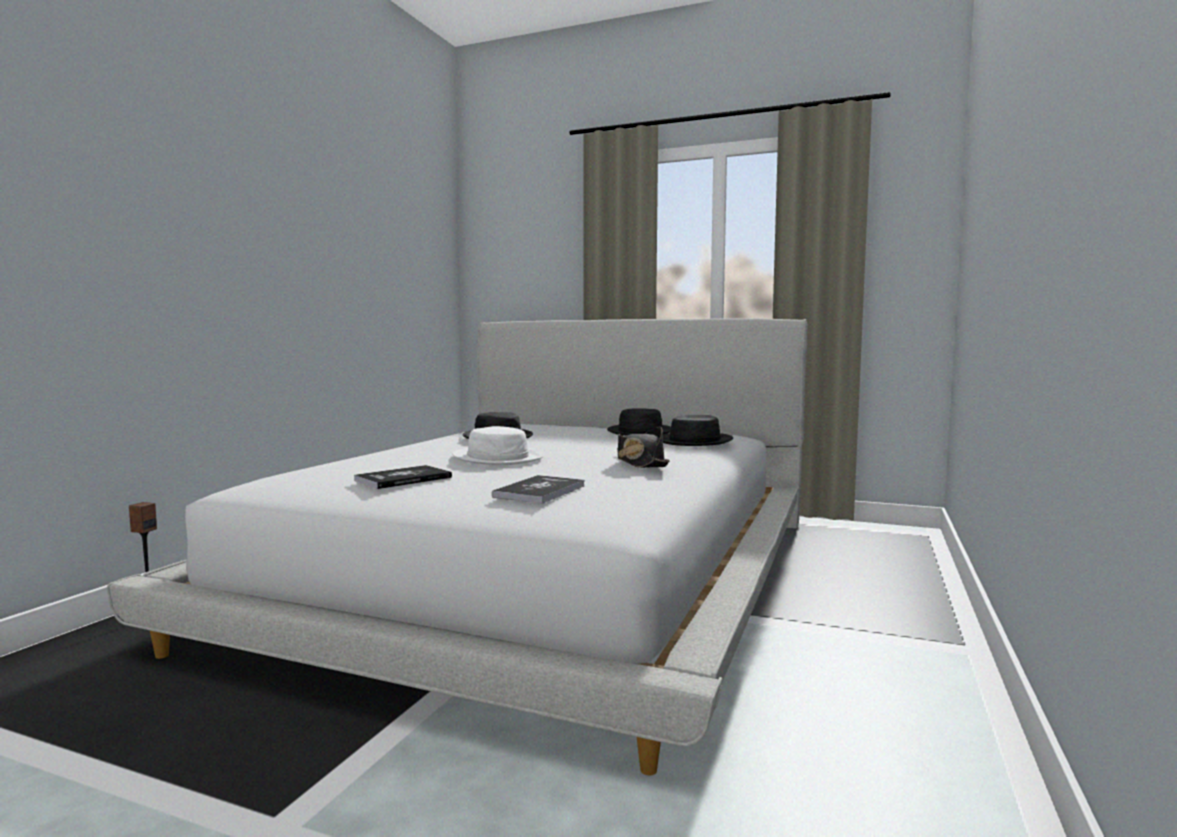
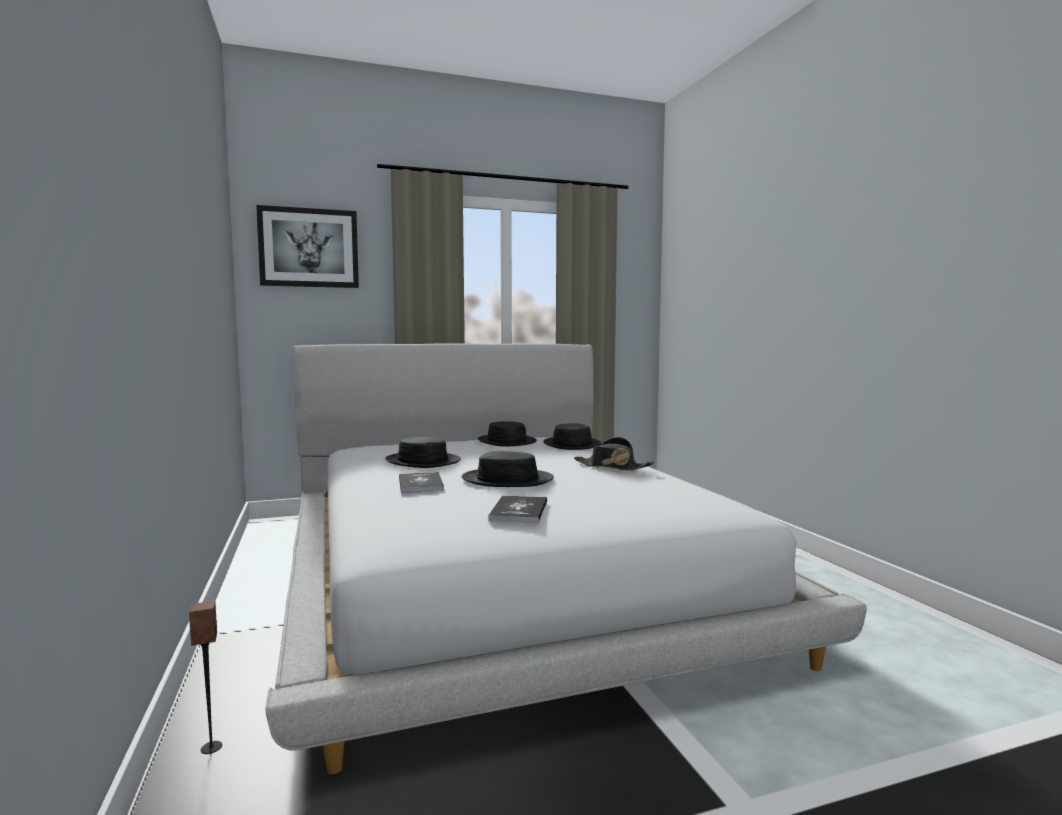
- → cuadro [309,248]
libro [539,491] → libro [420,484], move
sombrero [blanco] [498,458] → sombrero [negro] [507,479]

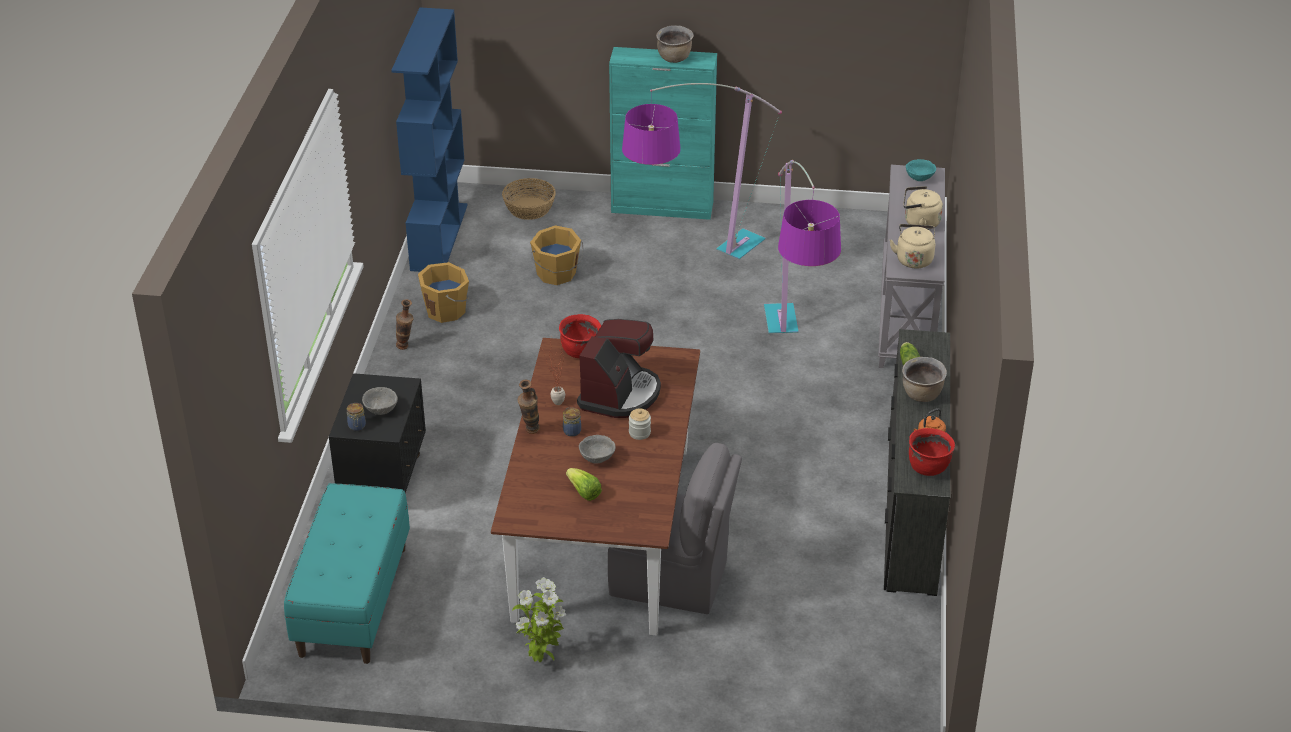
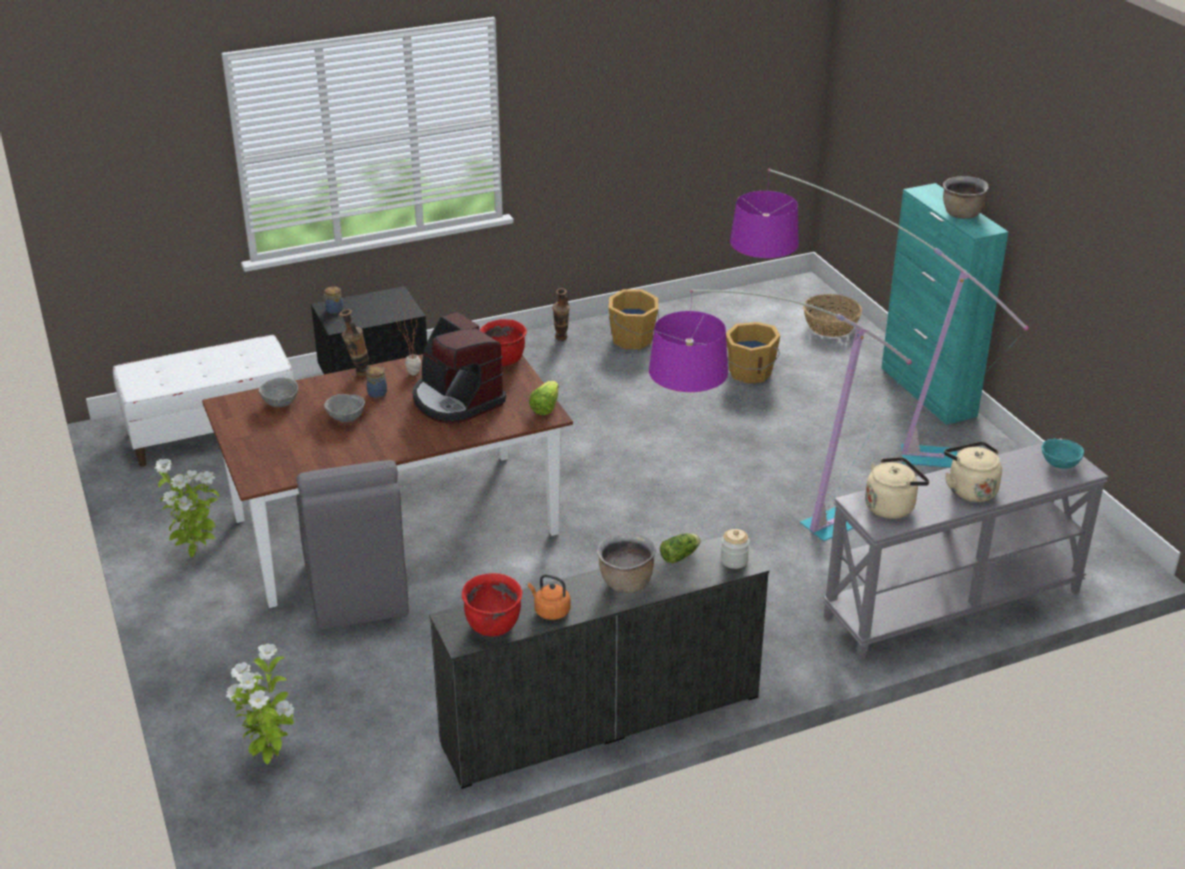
estantería [azul] [438,236] → -
- → planta en maceta [270,757]
cuenco [gris] [380,409] → cuenco [gris] [281,403], move
lechuga [583,492] → lechuga [545,407], move
tarro [639,433] → tarro [734,560], move
banco [turquesa] [353,600] → banco [blanco] [213,432]
cafetera [620,394] → cafetera [456,400], 60 degrees clockwise

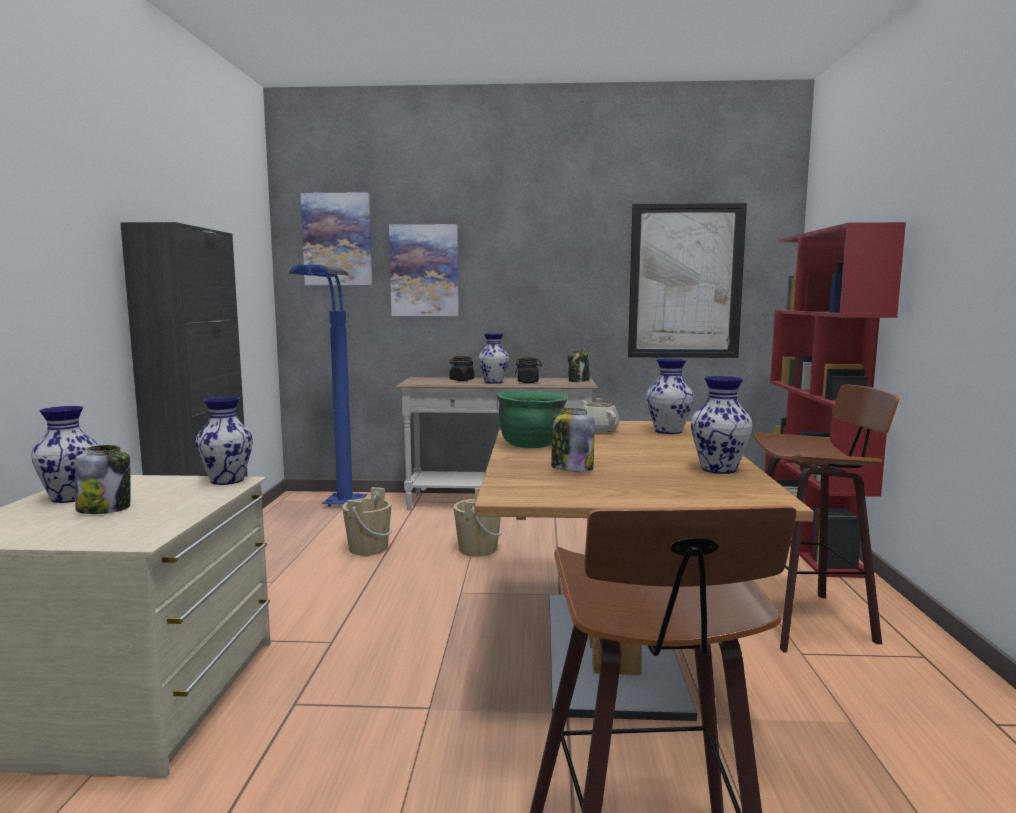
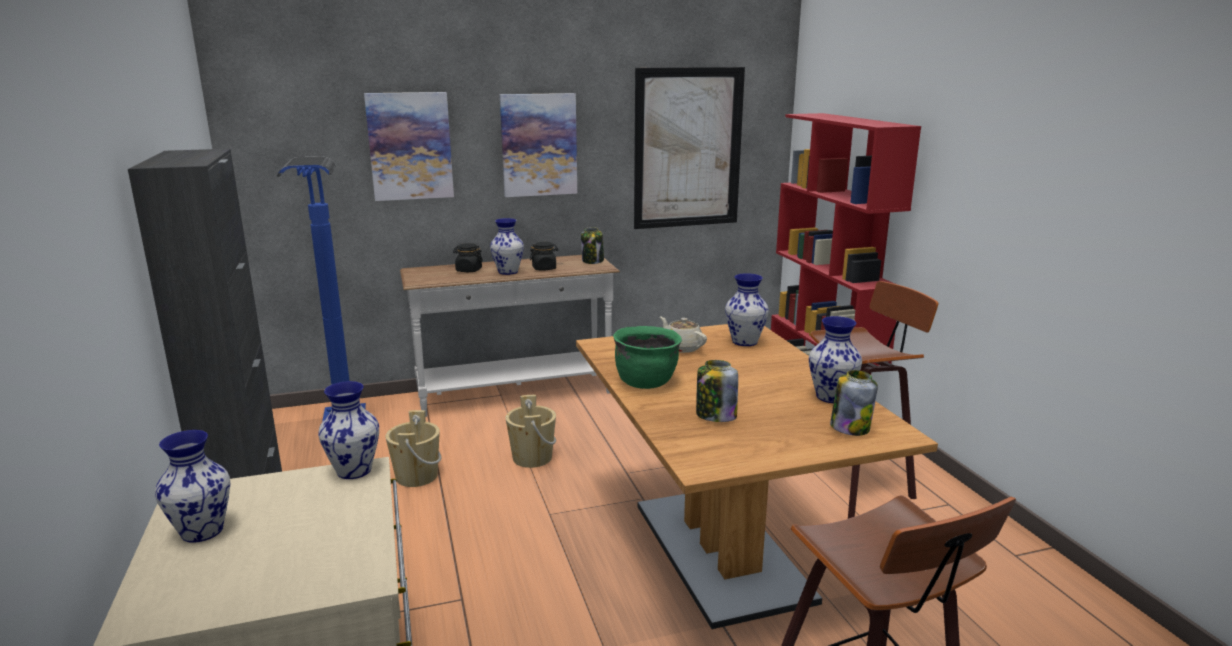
tarro [105,509] → tarro [850,427], move
cuadro [337,239] → cuadro [539,145], move

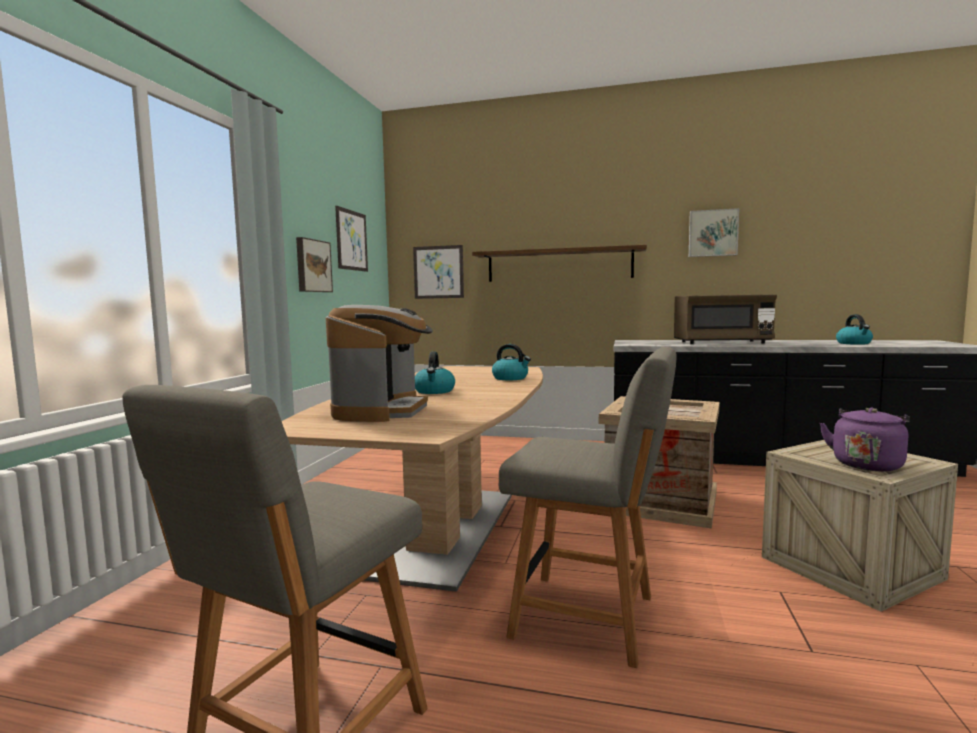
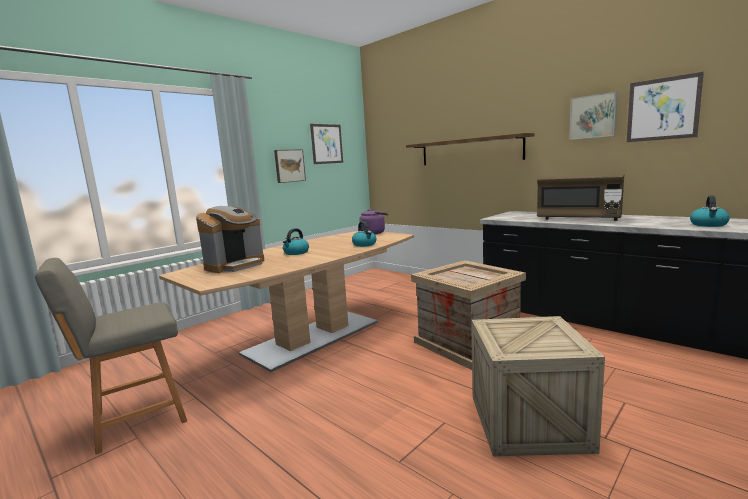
silla [gris] [589,617] → -
cuadro [438,272] → cuadro [662,109], move
hervidor [morado] [867,464] → hervidor [morado] [374,233], move

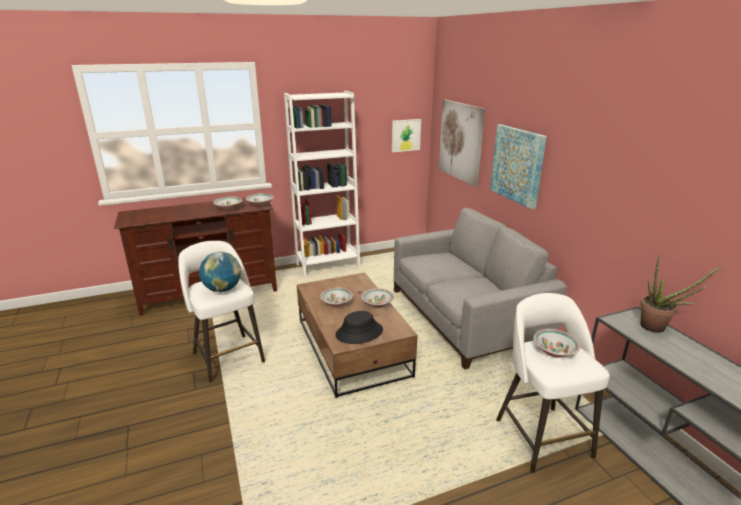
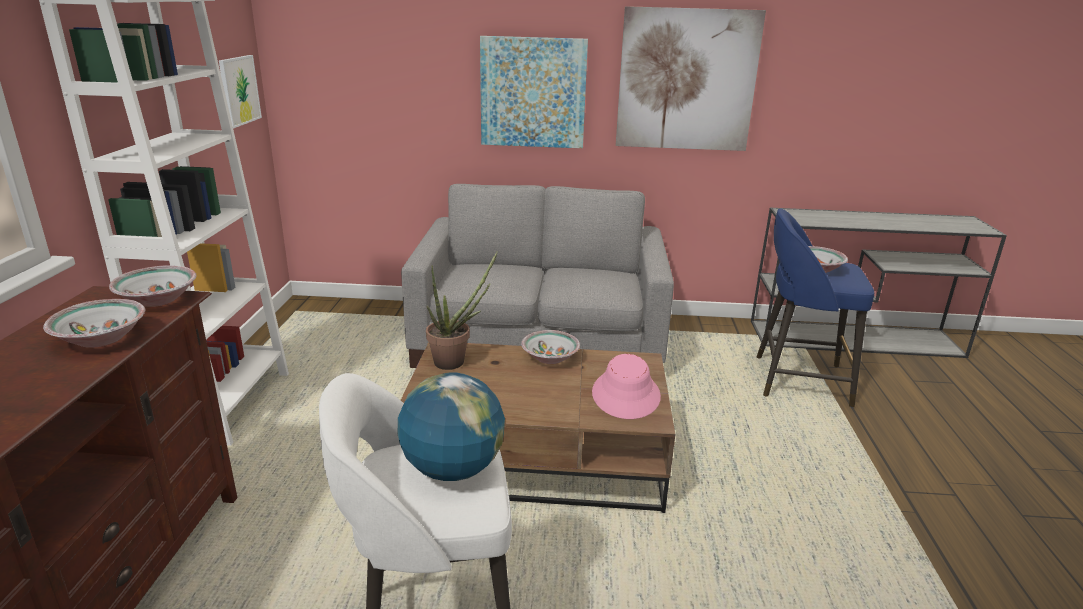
cuenco [336,303] → -
cuadro [460,141] → cuadro [686,80], move
planta en maceta [658,328] → planta en maceta [456,361], move
sombrero [negro] [359,333] → sombrero [rosa] [626,395]
taburete [blanco] [541,435] → taburete [azul] [798,380]

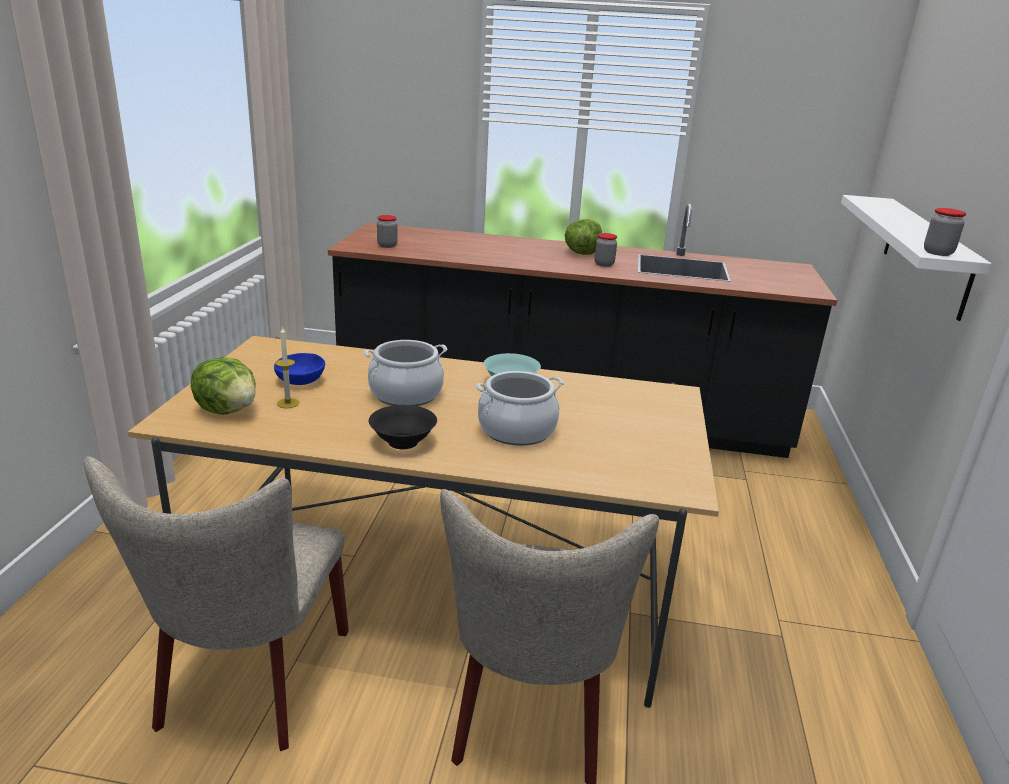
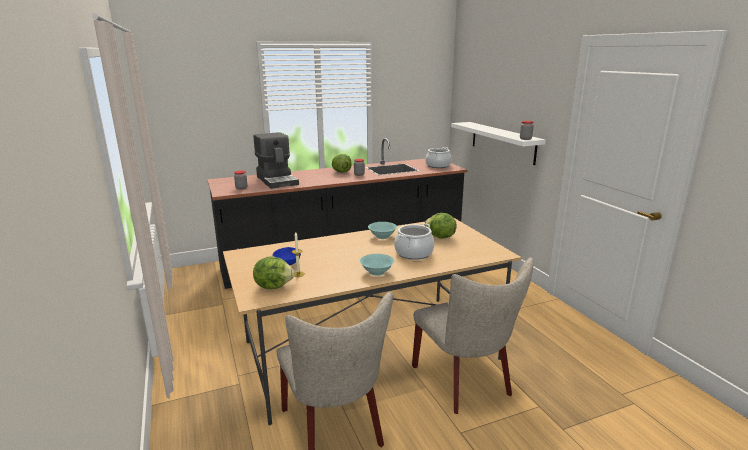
- → cafetera [278,180]
- → lechuga [440,237]
olla [406,394] → olla [438,166], move
cuenco [negro] [402,442] → cuenco [turquesa] [376,272]

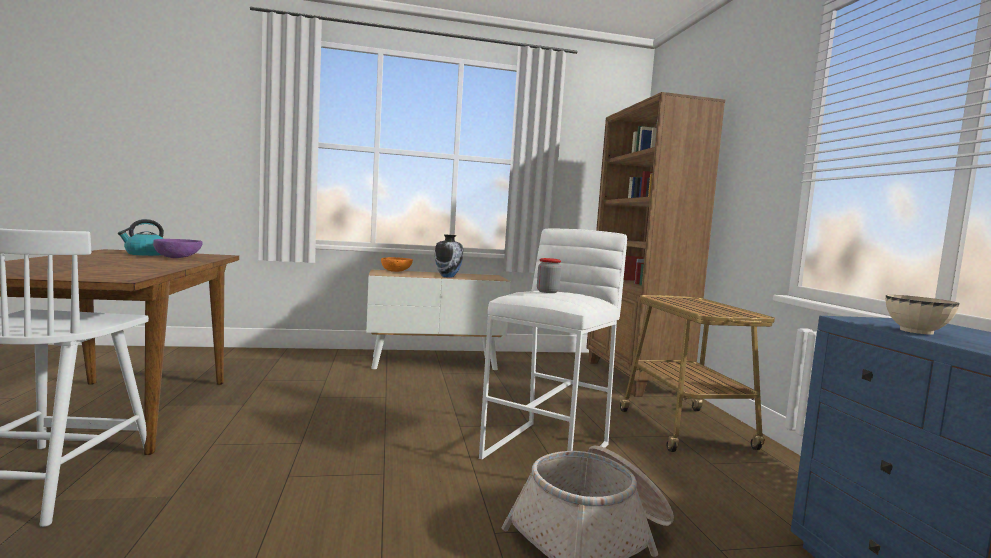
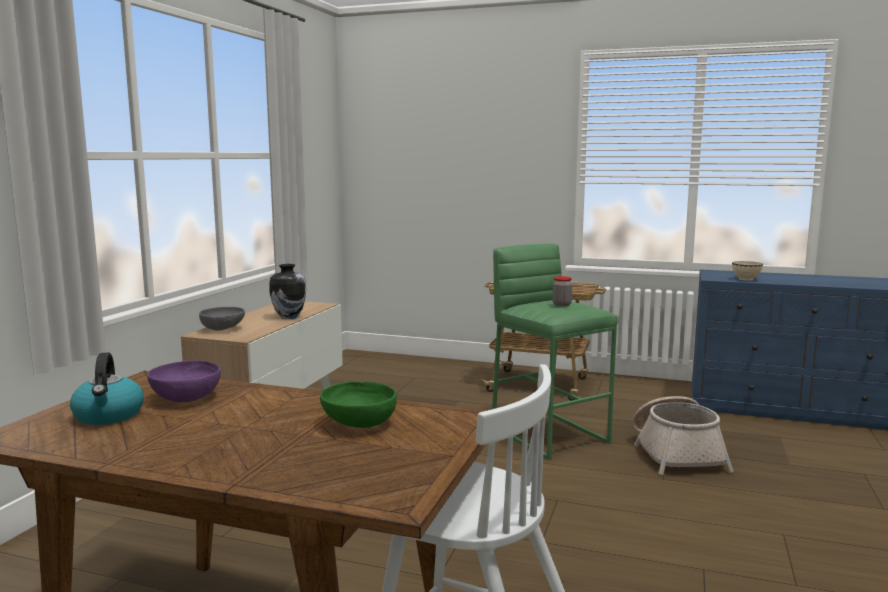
estantería [marrón] [634,377] → -
- → cuenco [verde] [358,423]
cuenco [naranja] [396,271] → cuenco [gris] [223,329]
taburete [blanco] [548,451] → taburete [verde] [549,434]

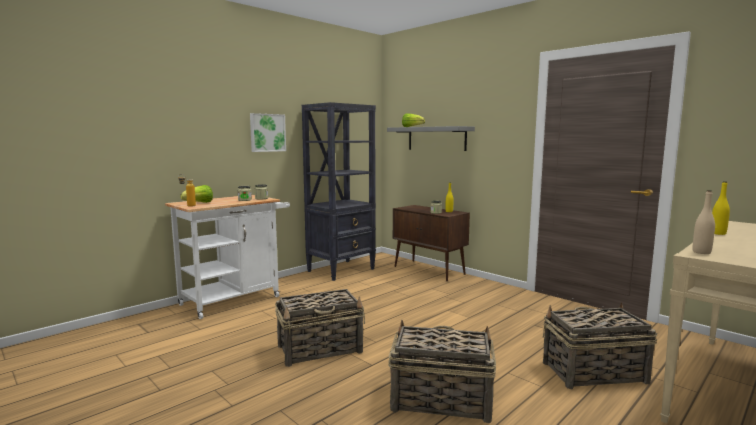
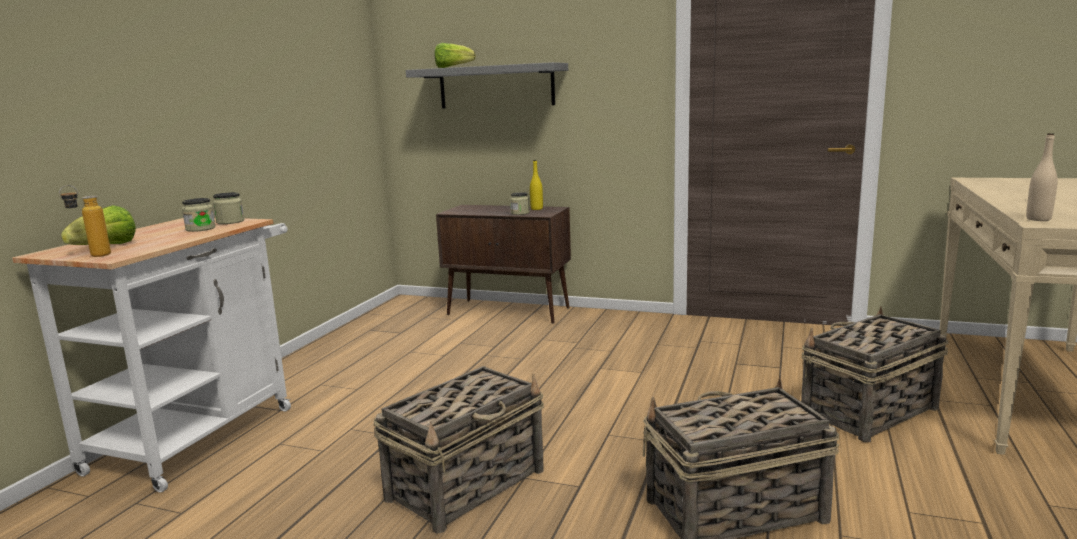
cuadro [267,132] → -
estantería [negro] [341,270] → -
botella [amarillo] [718,233] → -

